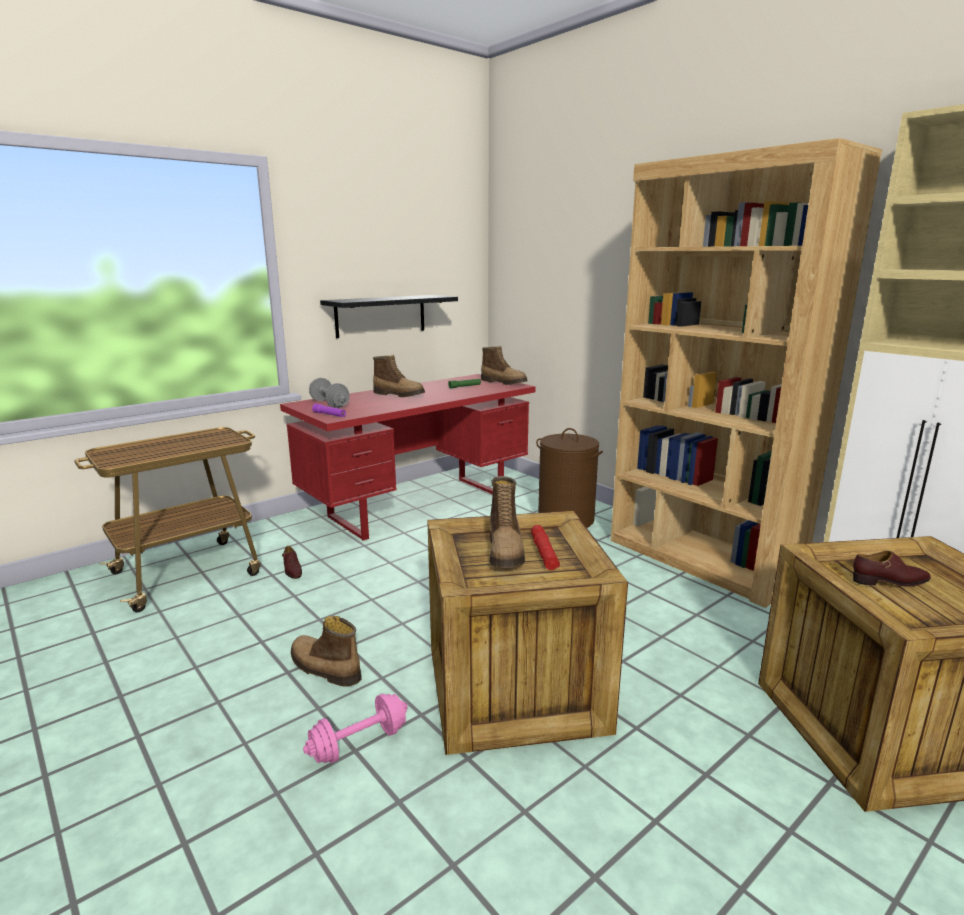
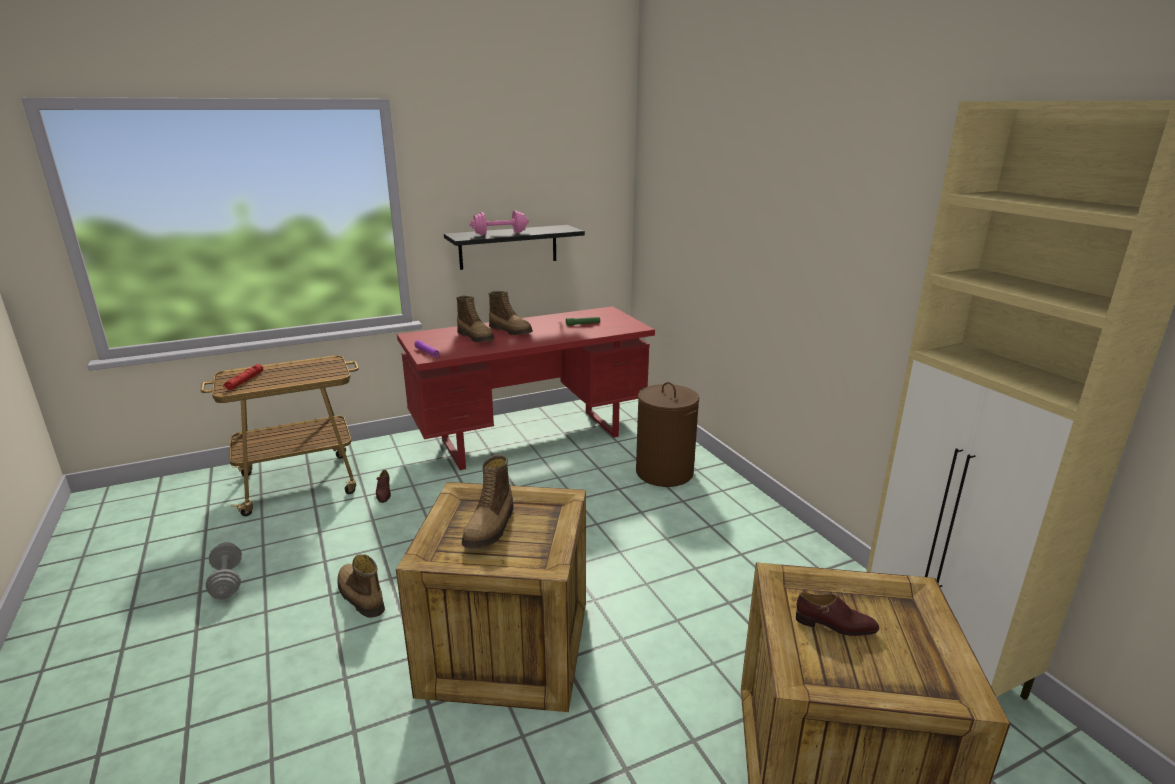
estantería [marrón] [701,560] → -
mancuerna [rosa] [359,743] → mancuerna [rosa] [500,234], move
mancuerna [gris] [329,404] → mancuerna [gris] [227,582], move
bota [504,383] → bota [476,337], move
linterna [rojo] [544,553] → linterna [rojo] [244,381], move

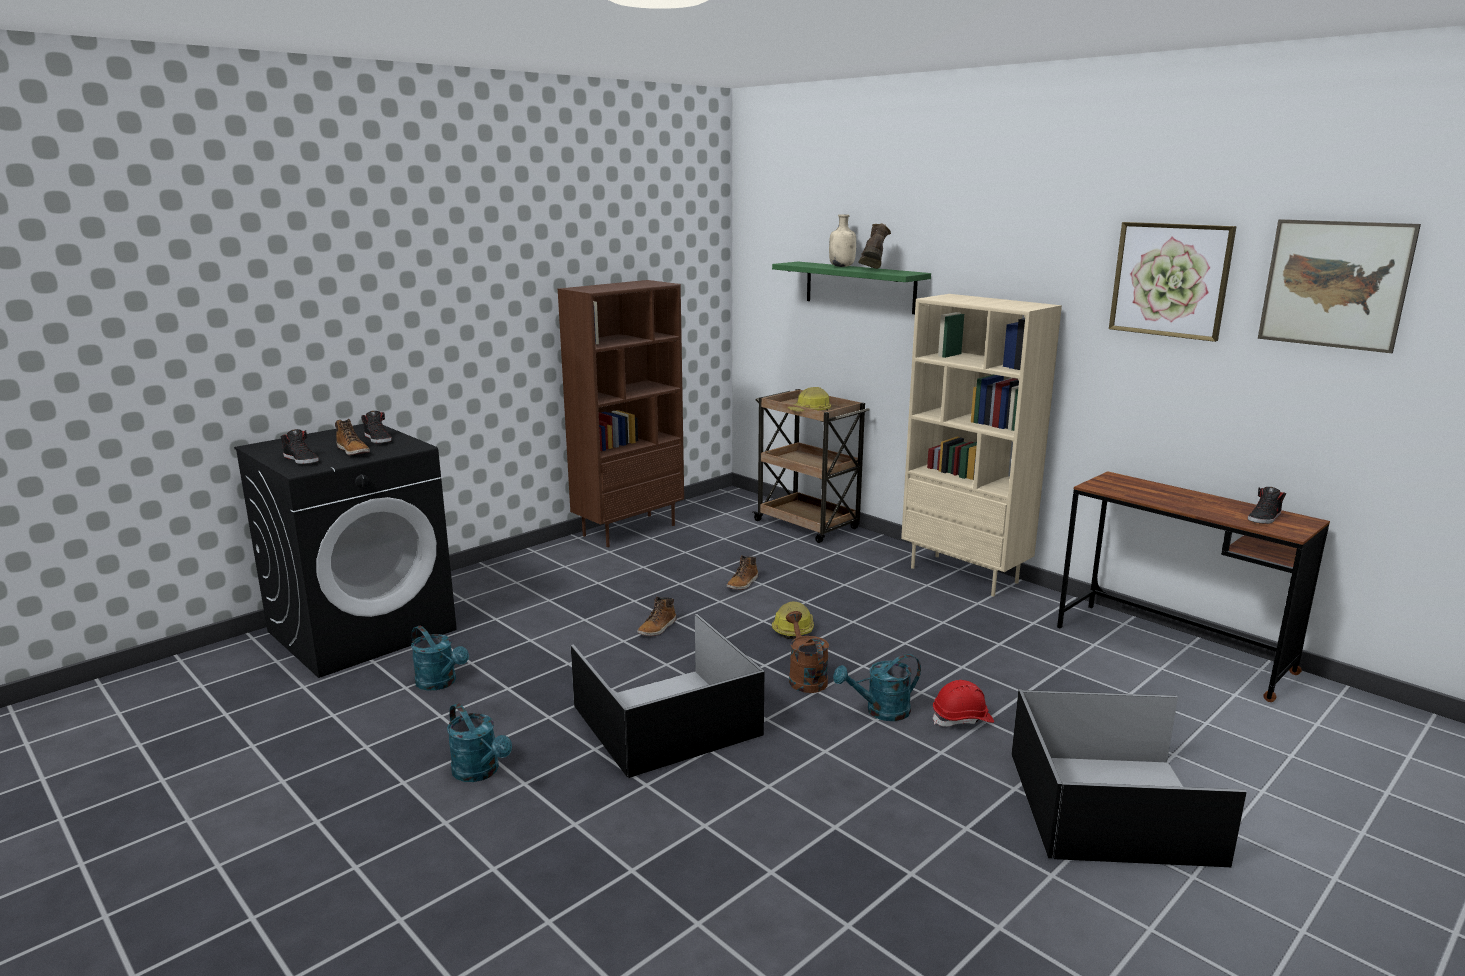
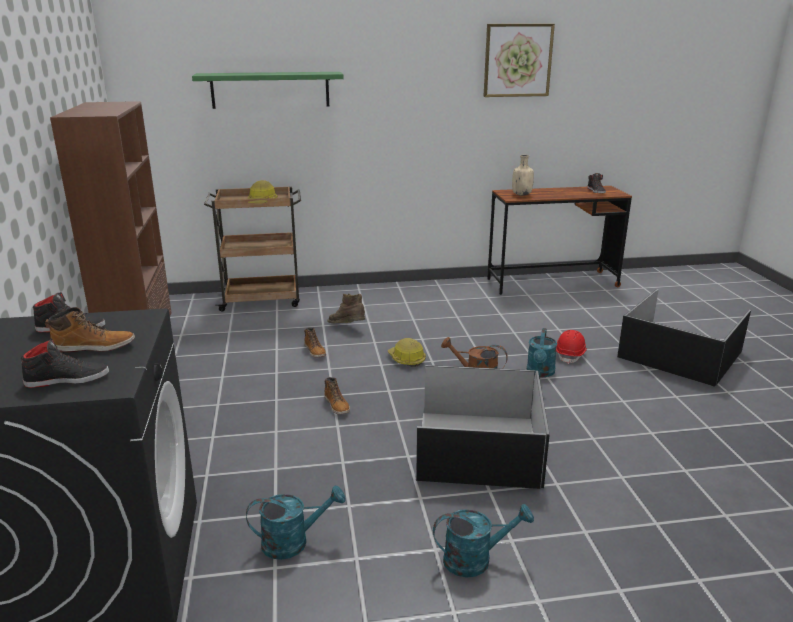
estantería [beis] [965,575] → -
cuadro [1334,284] → -
botella [beis] [842,266] → botella [beis] [521,194], move
bota [marrón] [871,270] → bota [marrón] [347,327], move

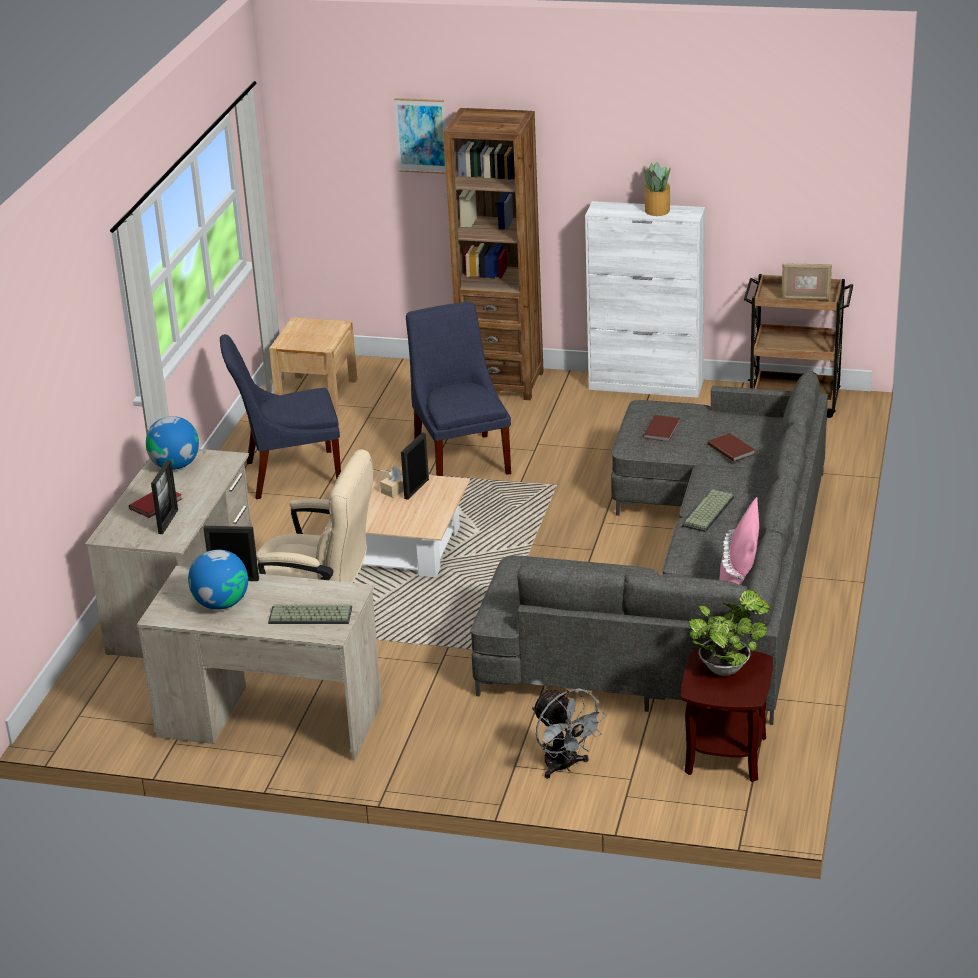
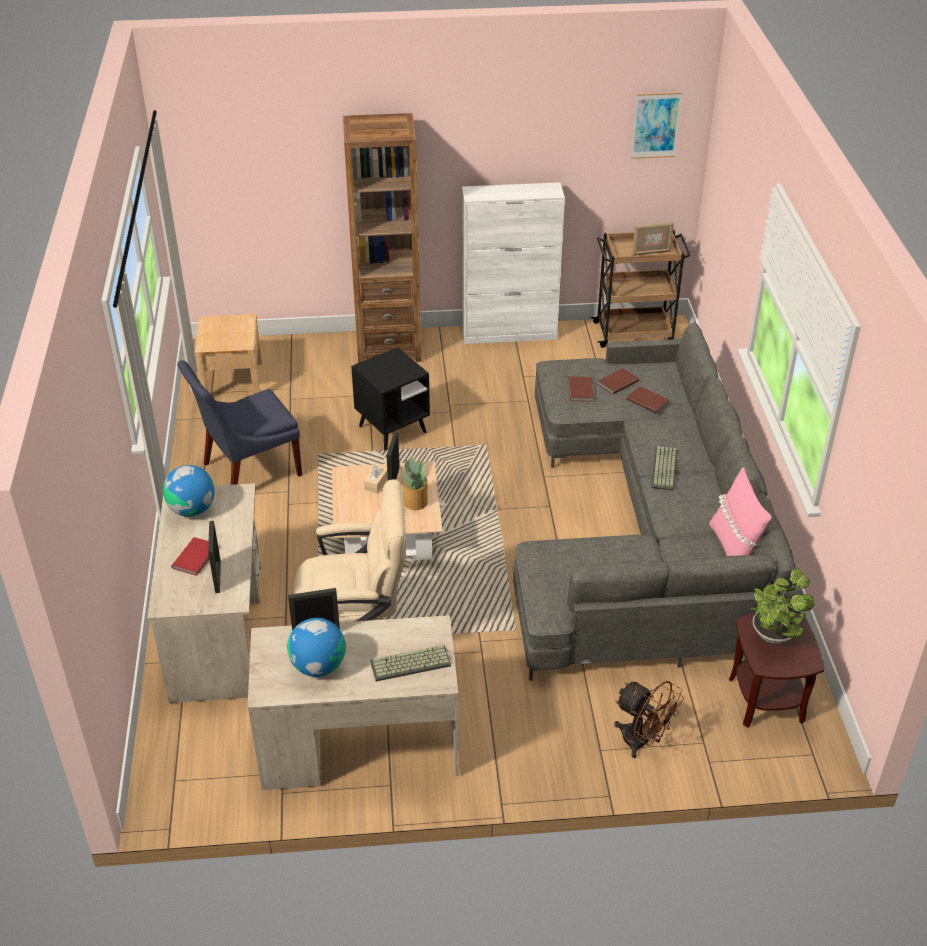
- → libro [marrón] [617,382]
cuadro [421,135] → cuadro [655,125], move
planta en maceta [657,210] → planta en maceta [415,501], move
silla [azul] [461,458] → mesa auxiliar [negro] [392,429]
ventilador [gris] [564,767] → ventilador [marrón] [642,742]

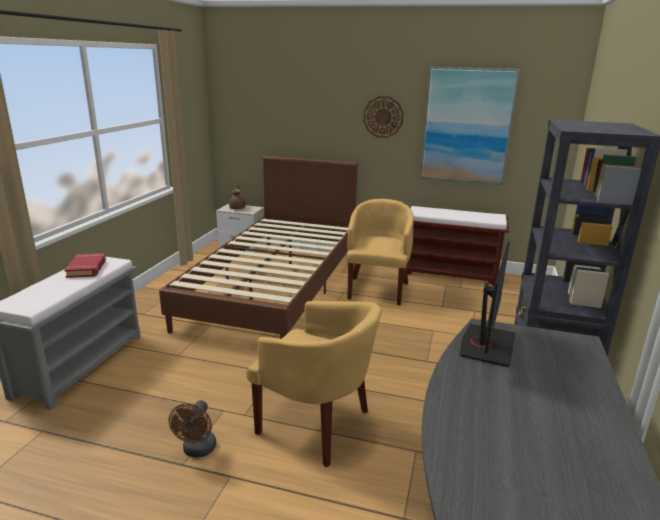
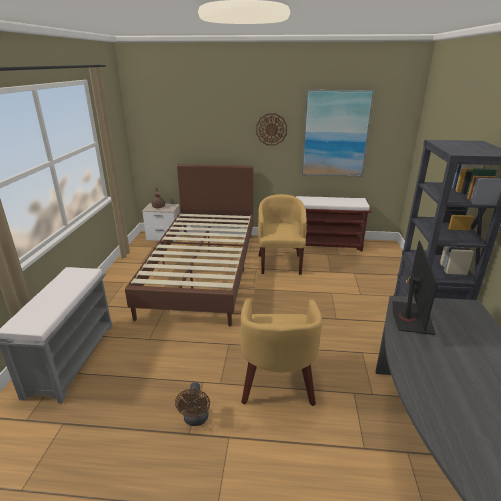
libro [rojo] [87,268] → -
sillón [amarillo] [317,425] → sillón [amarillo] [277,383], 75 degrees clockwise

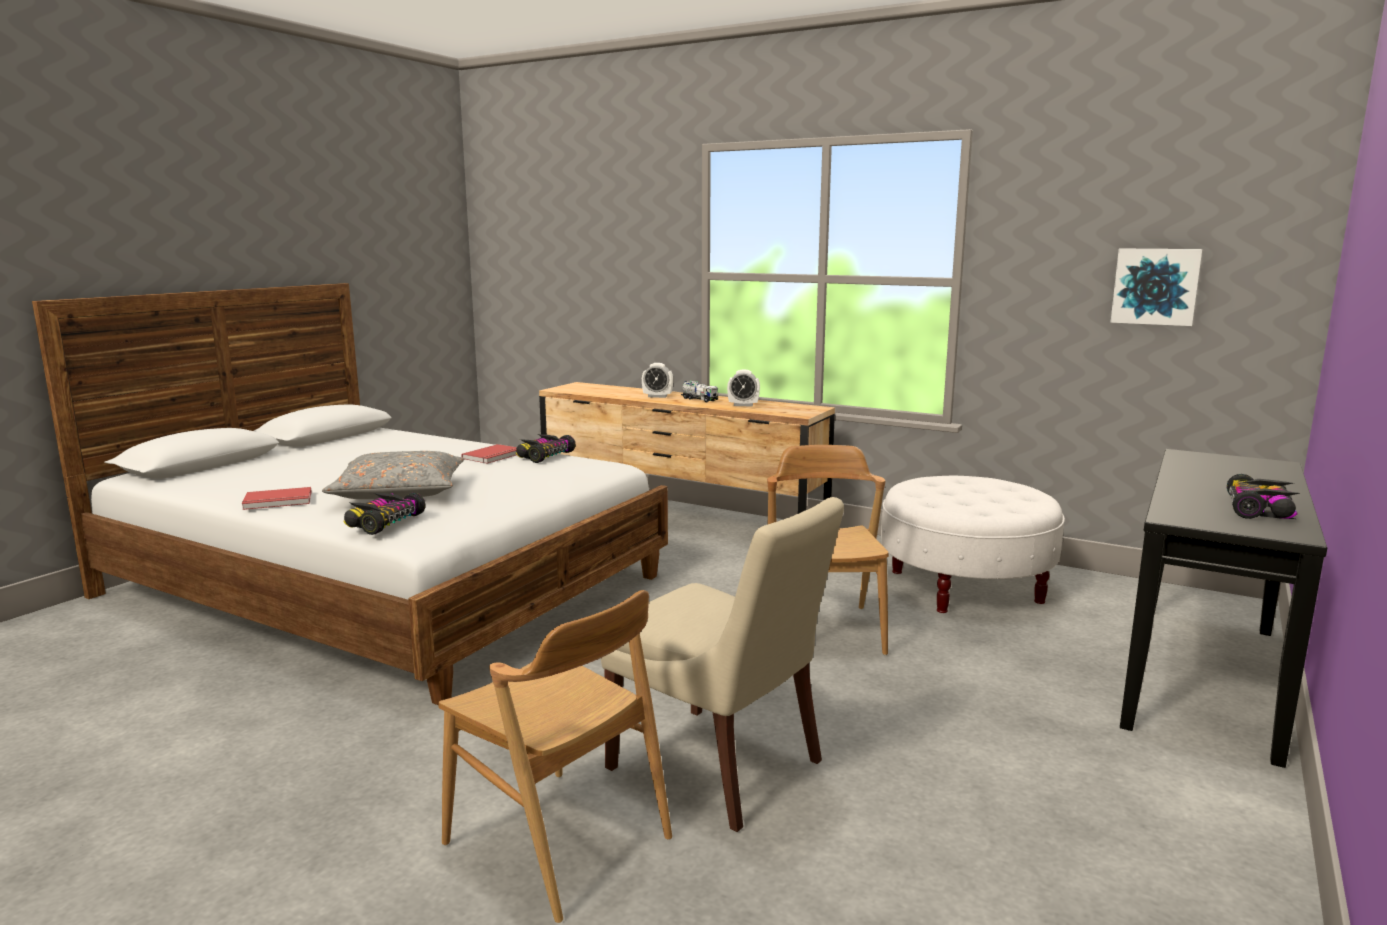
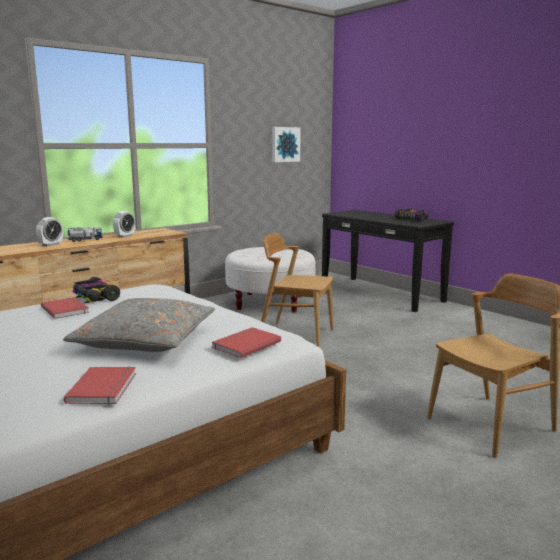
silla [beis] [720,768] → -
coche de juguete [383,522] → libro [rojo] [245,344]

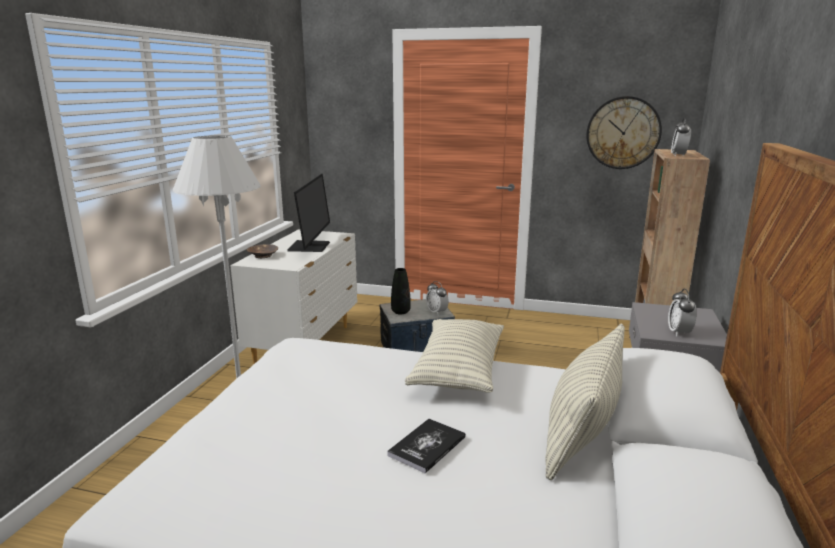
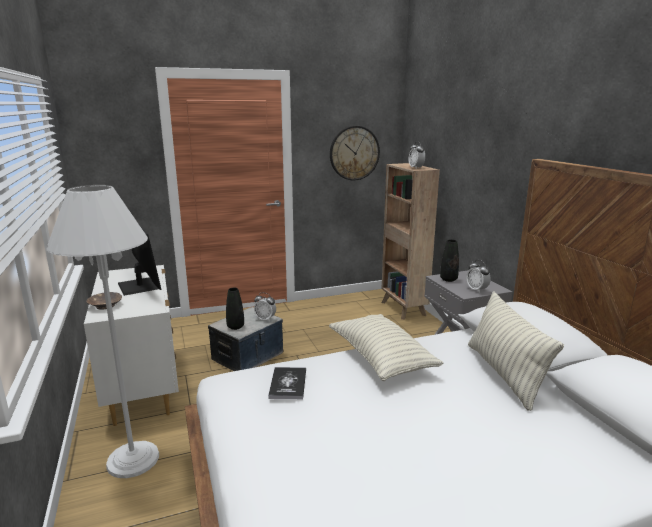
- → florero [negro] [448,279]
libro [427,446] → libro [288,384], move

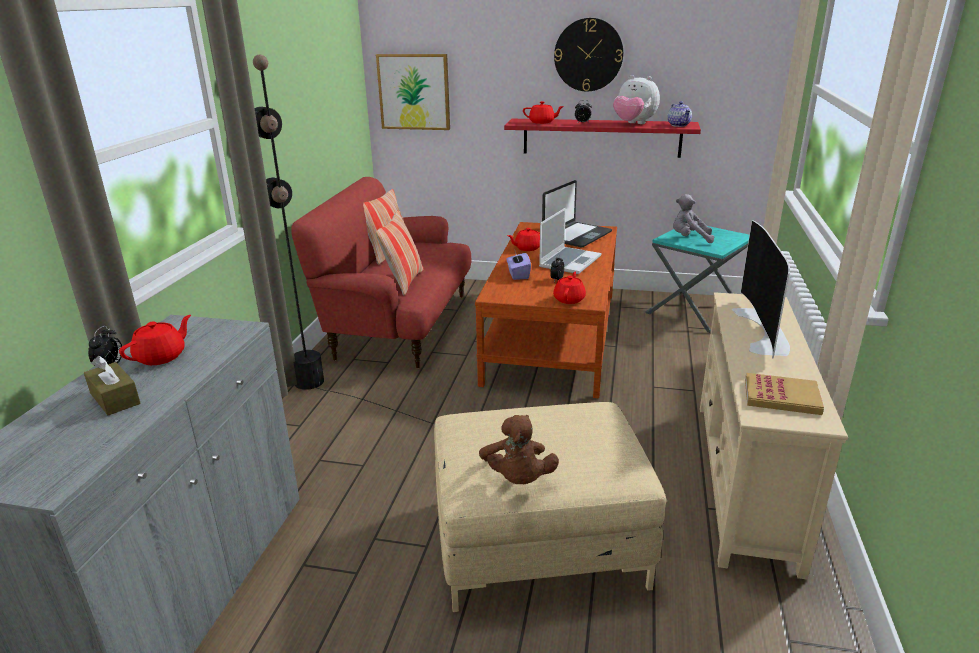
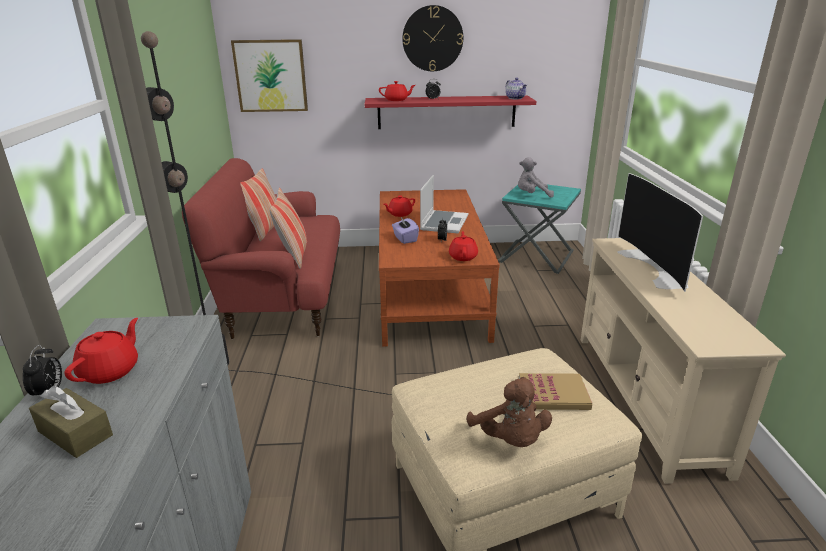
portátil [576,235] → -
peluche [633,124] → -
libro [781,397] → libro [553,394], move

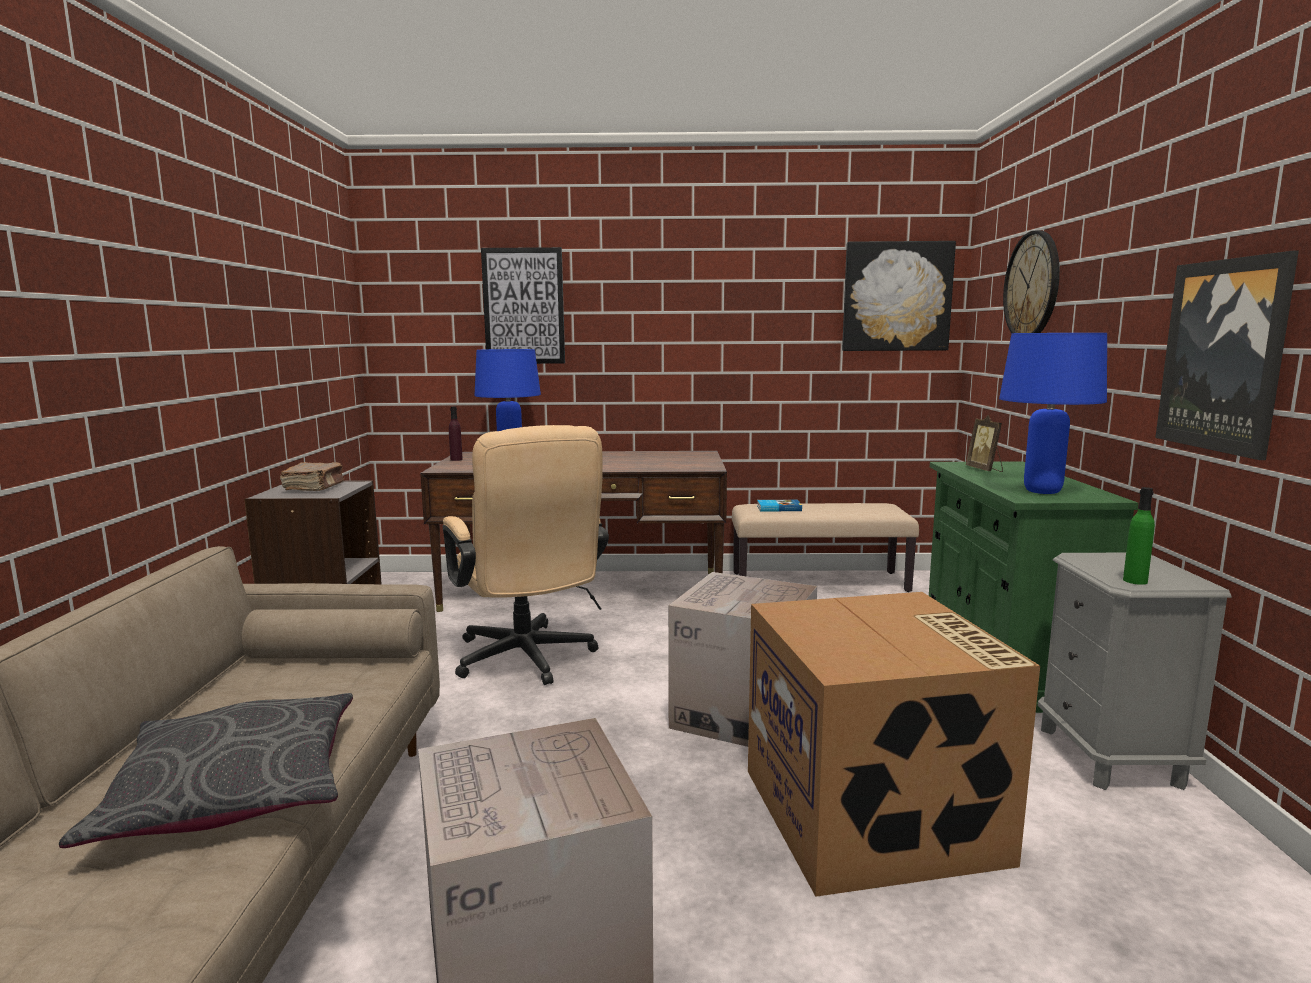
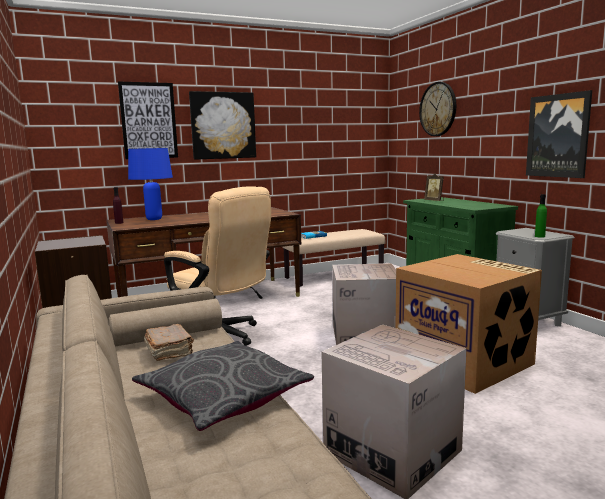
lámpara de mesa [azul] [1042,491] → -
libro [marrón] [315,487] → libro [marrón] [169,351], move
cuadro [896,297] → cuadro [223,125], move

